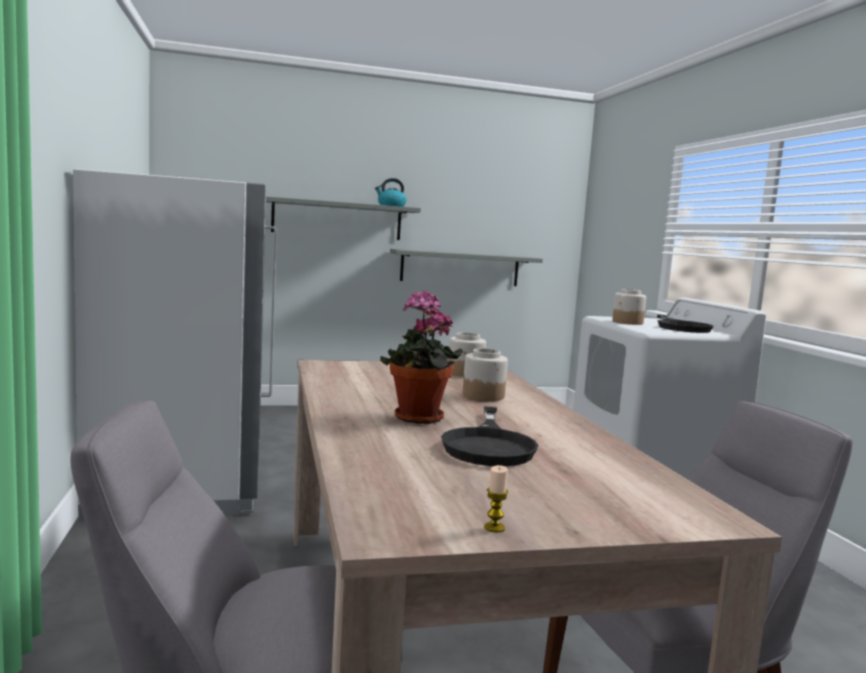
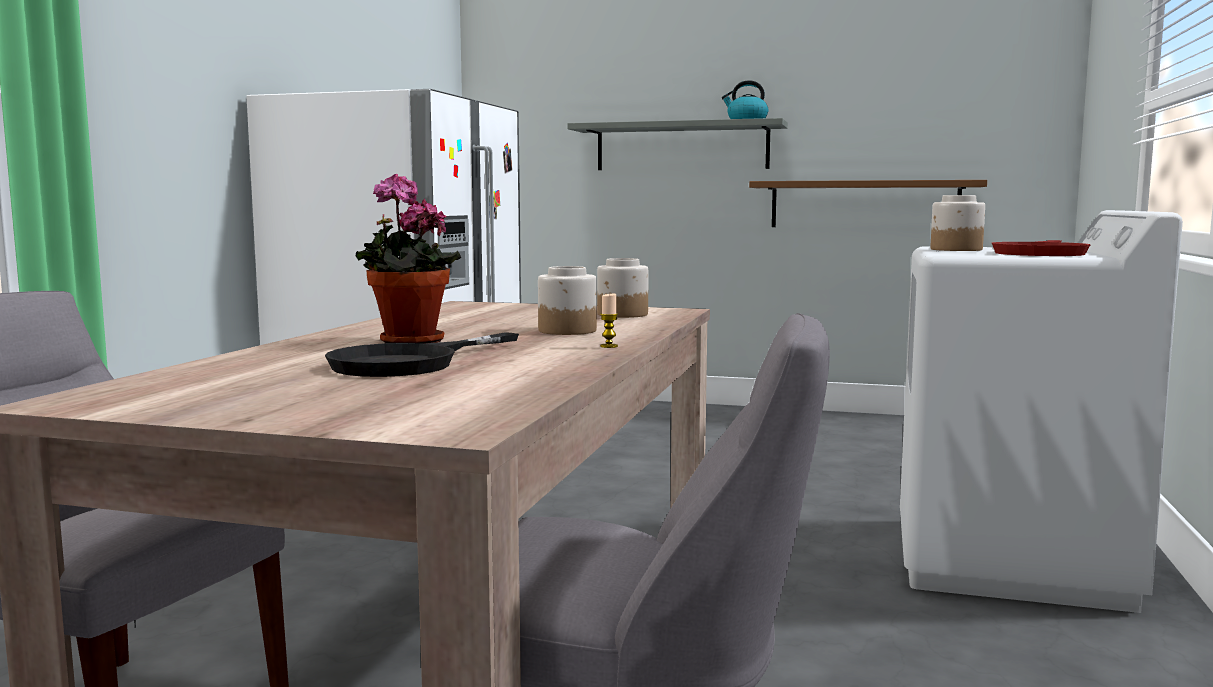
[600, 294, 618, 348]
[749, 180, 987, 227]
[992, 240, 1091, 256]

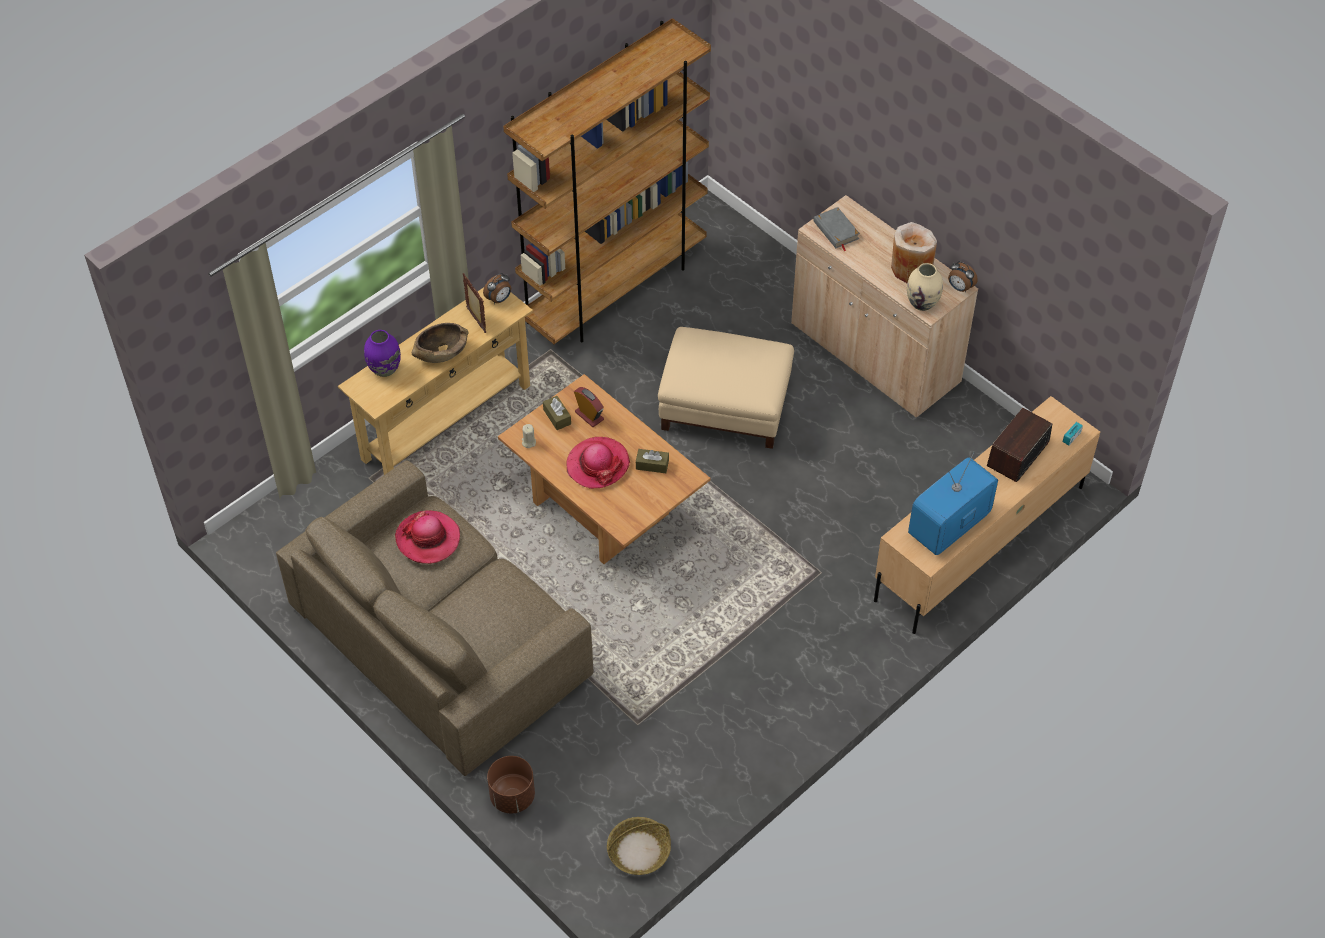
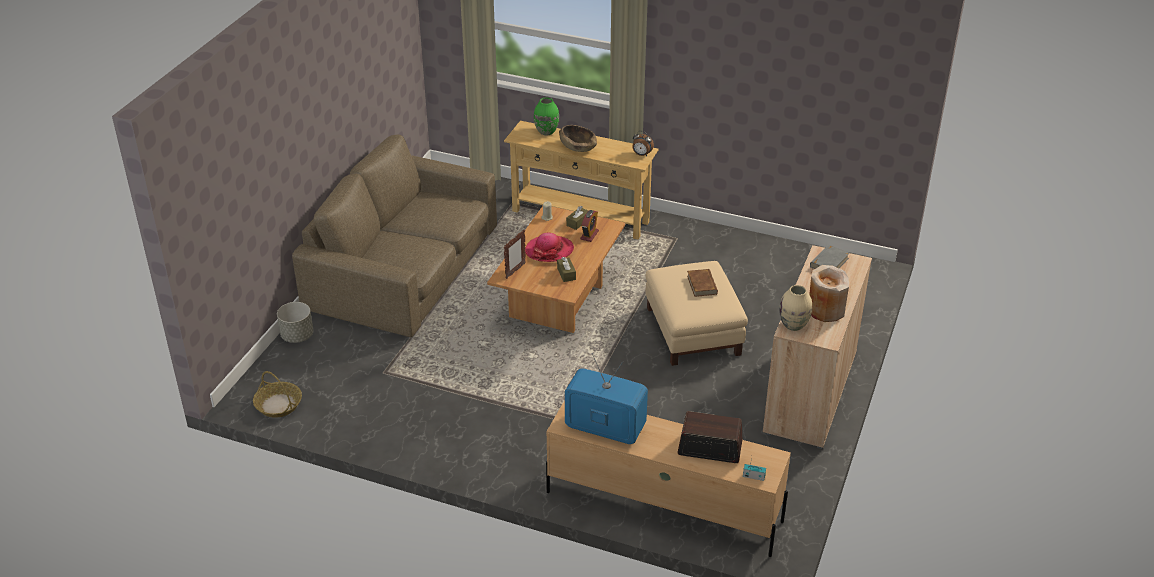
[277, 302, 313, 343]
[504, 229, 526, 279]
[534, 98, 559, 136]
[687, 269, 718, 297]
[395, 510, 460, 564] (first image)
[503, 18, 711, 344] (first image)
[948, 261, 978, 292] (first image)

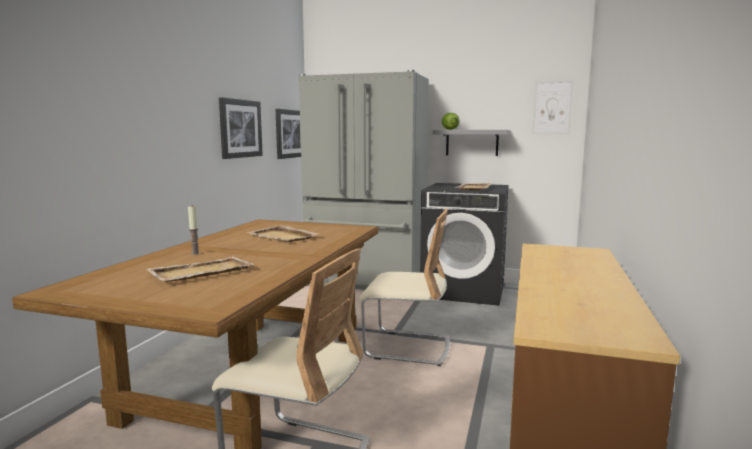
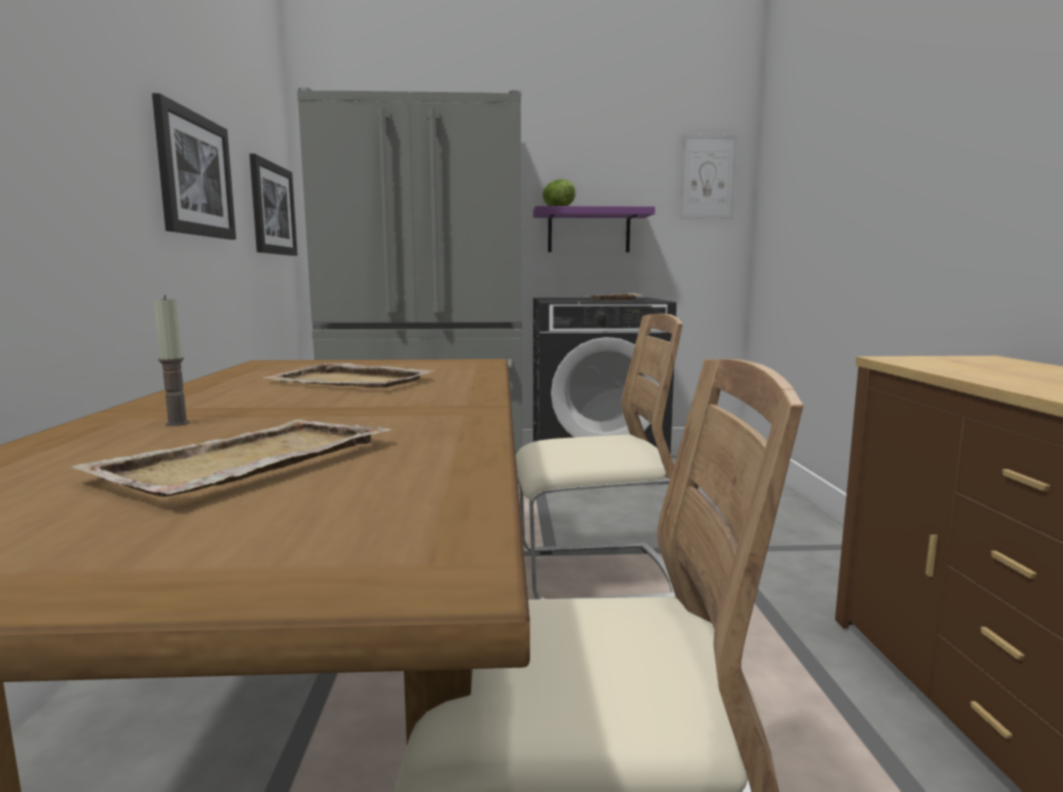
[533, 206, 655, 252]

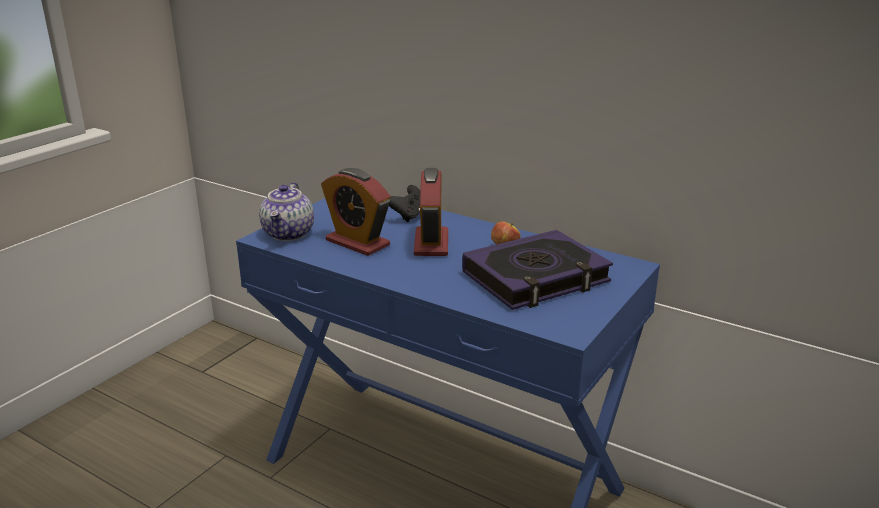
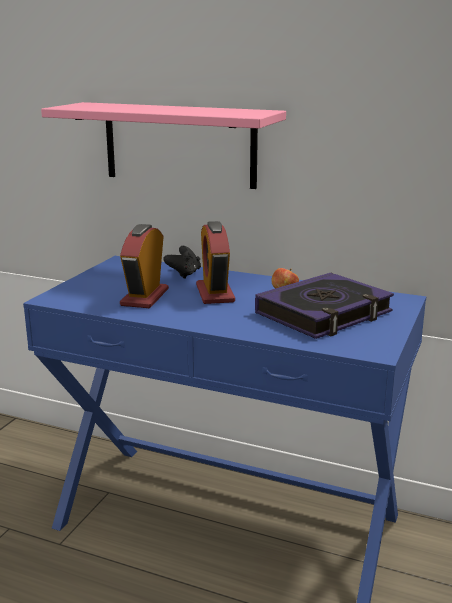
[41, 102, 286, 189]
[120, 224, 169, 308]
[259, 182, 314, 241] (first image)

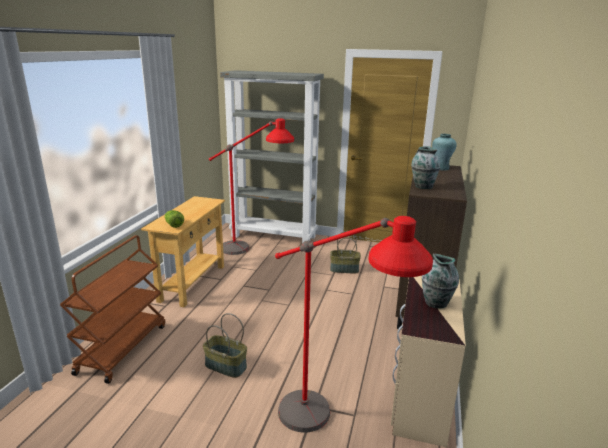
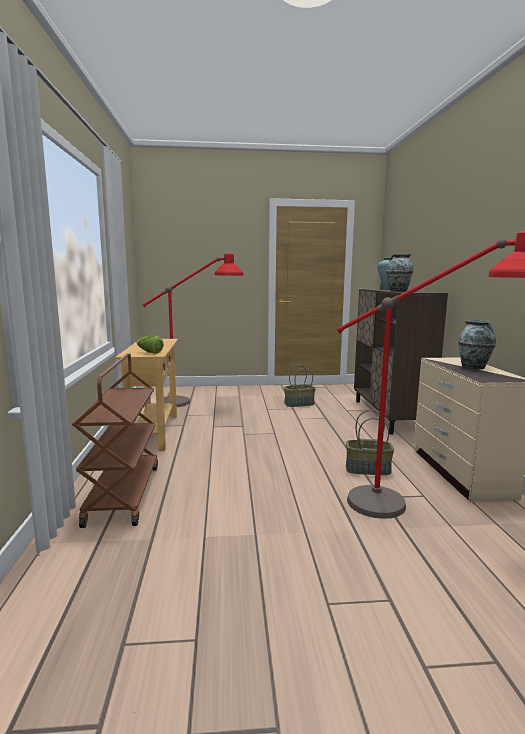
[346, 410, 394, 475]
[220, 70, 324, 243] (first image)

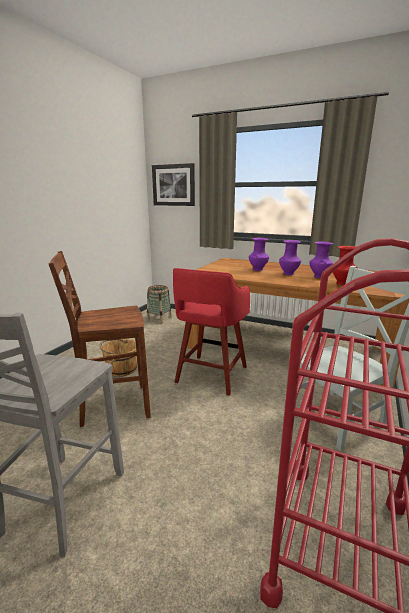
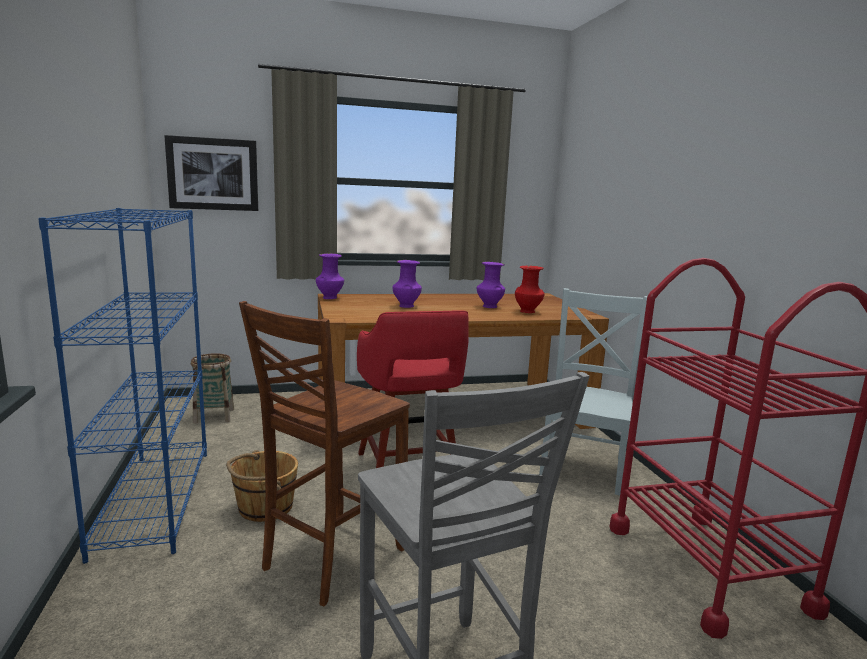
[38, 208, 207, 564]
[316, 253, 344, 299]

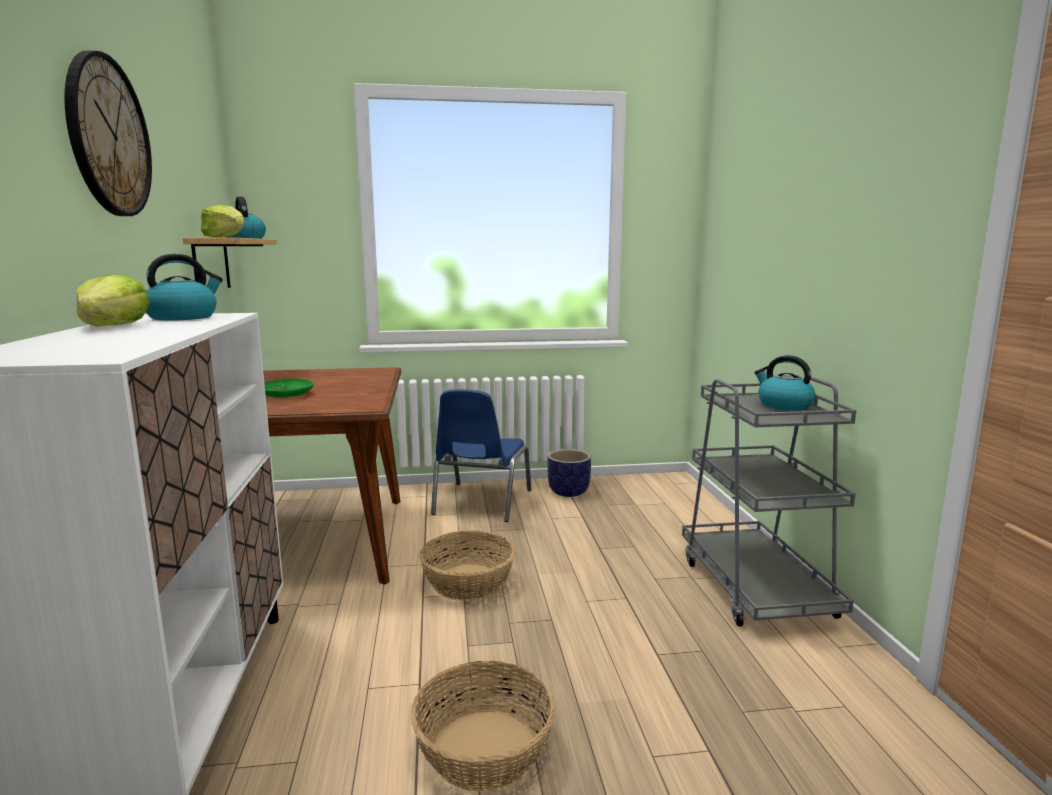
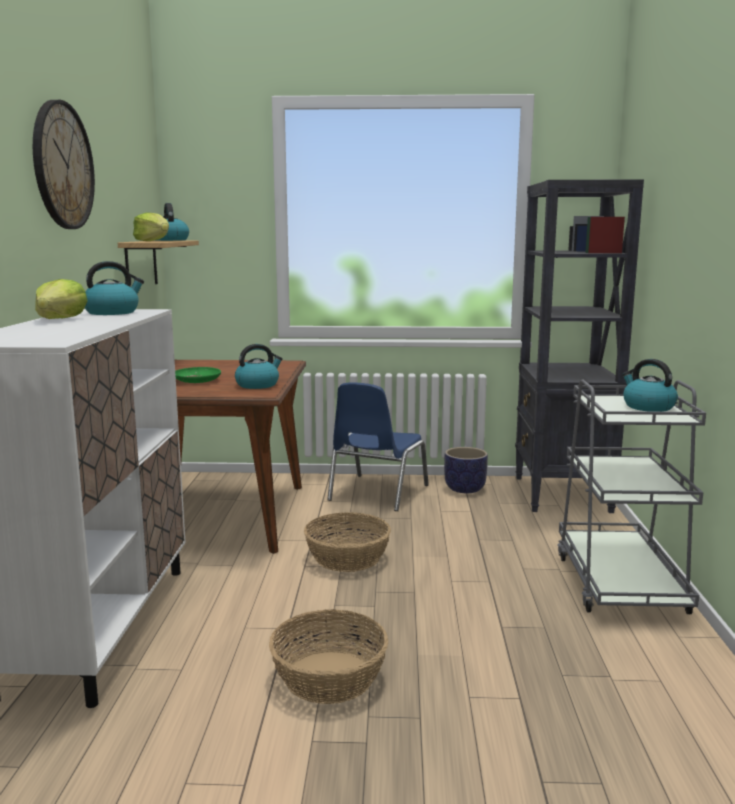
[235, 344, 283, 389]
[515, 180, 644, 513]

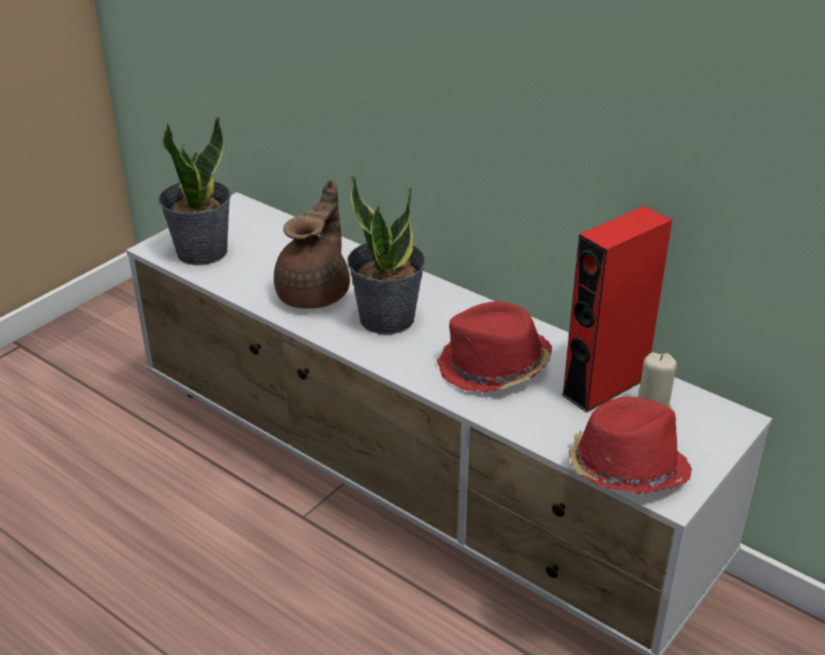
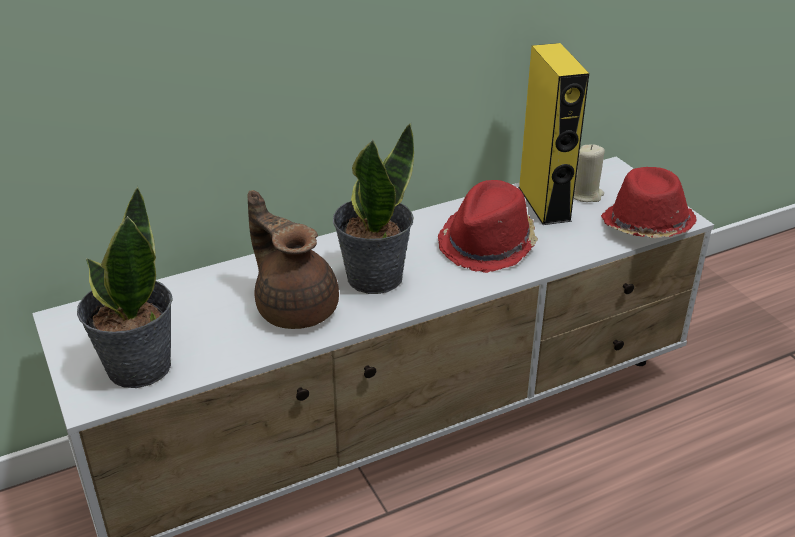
[518, 43, 589, 225]

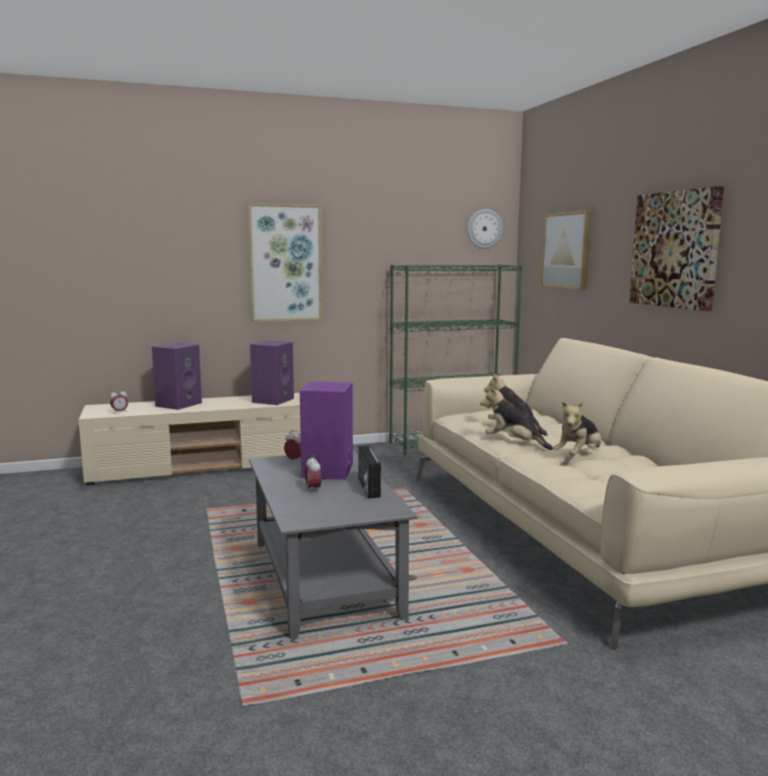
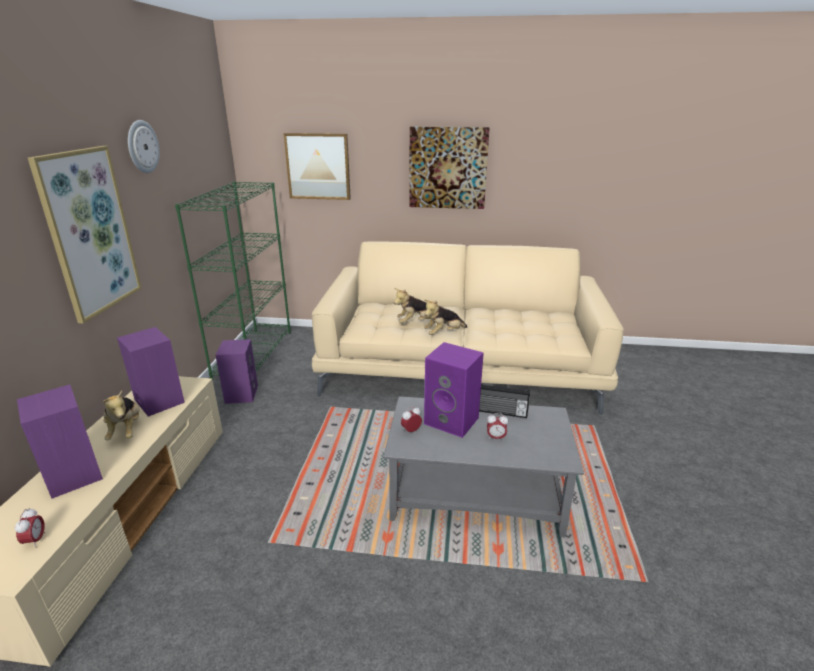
[103, 391, 140, 440]
[128, 120, 160, 173]
[216, 339, 258, 404]

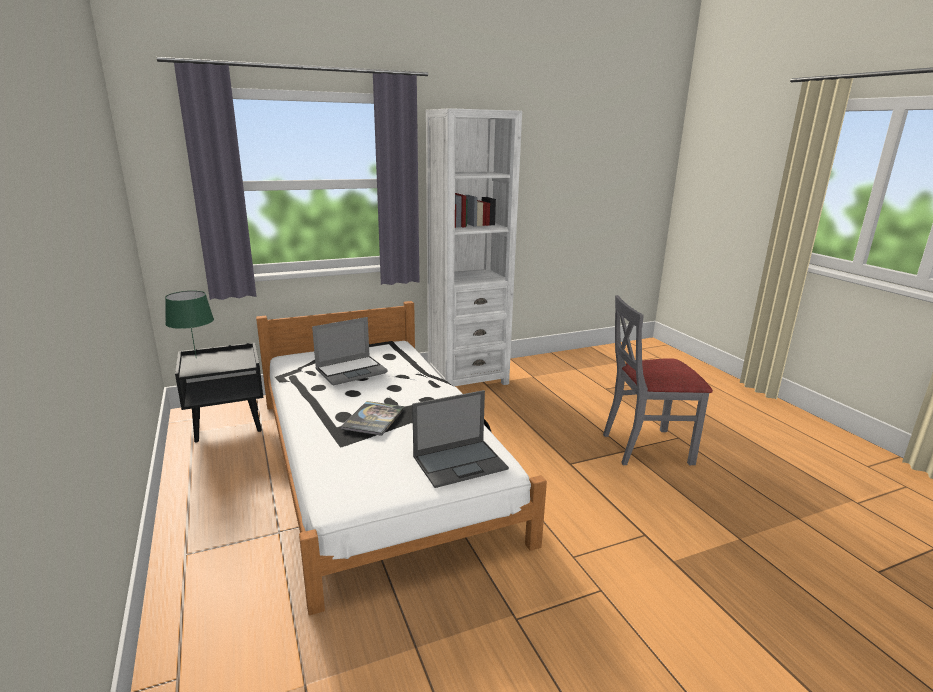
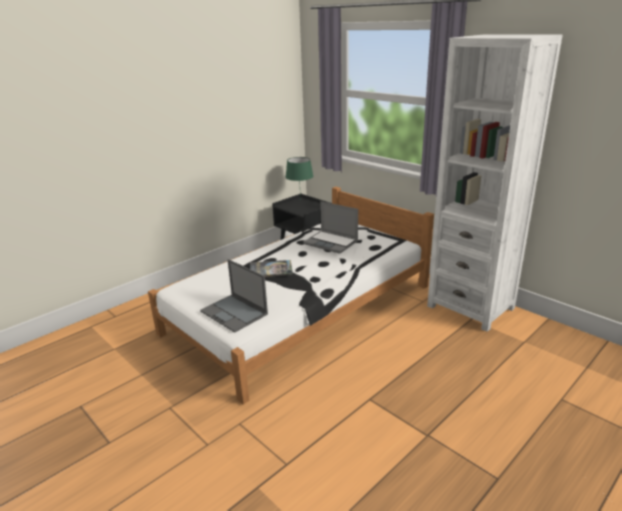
[603, 295, 713, 465] (first image)

